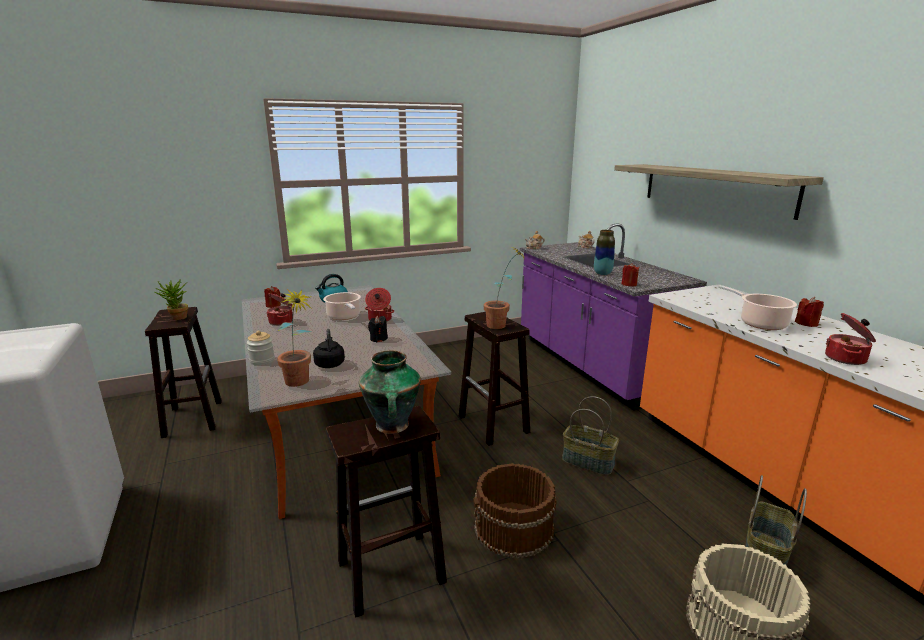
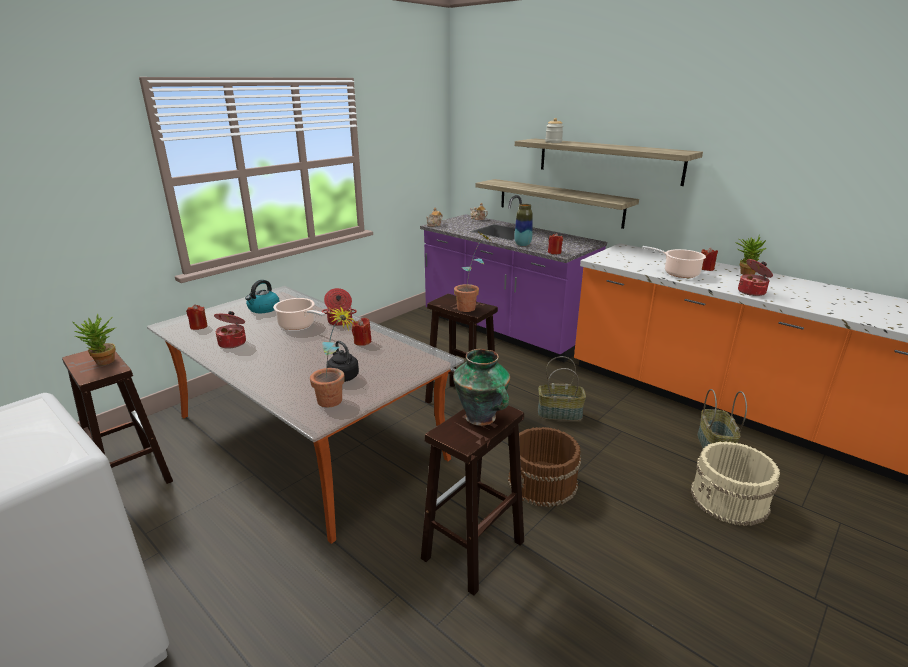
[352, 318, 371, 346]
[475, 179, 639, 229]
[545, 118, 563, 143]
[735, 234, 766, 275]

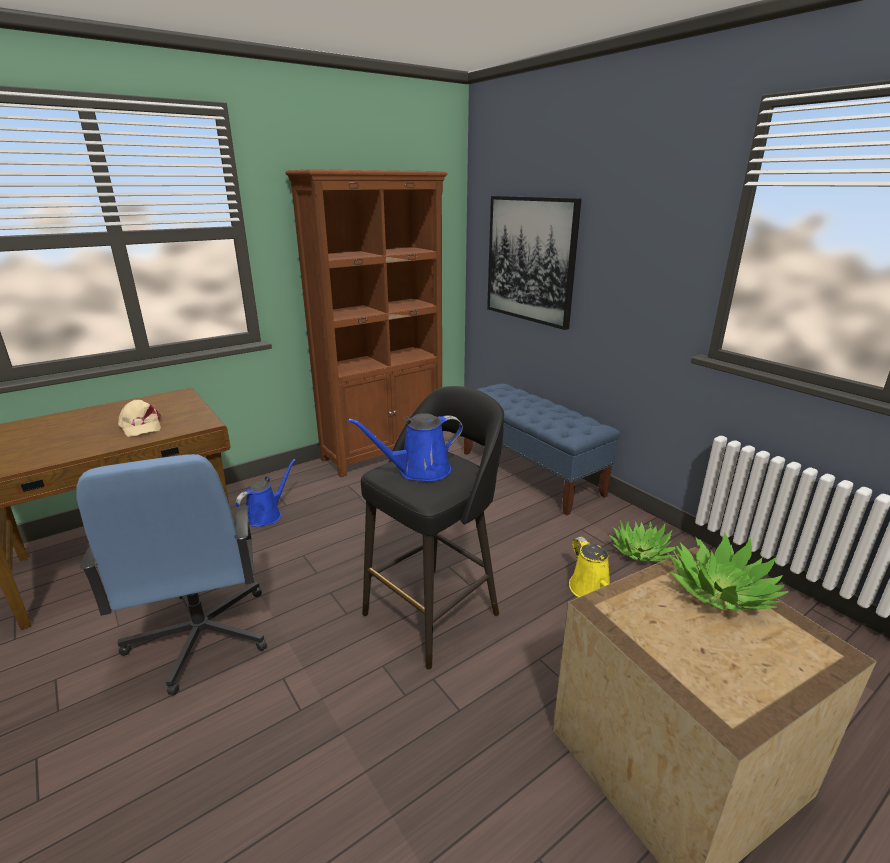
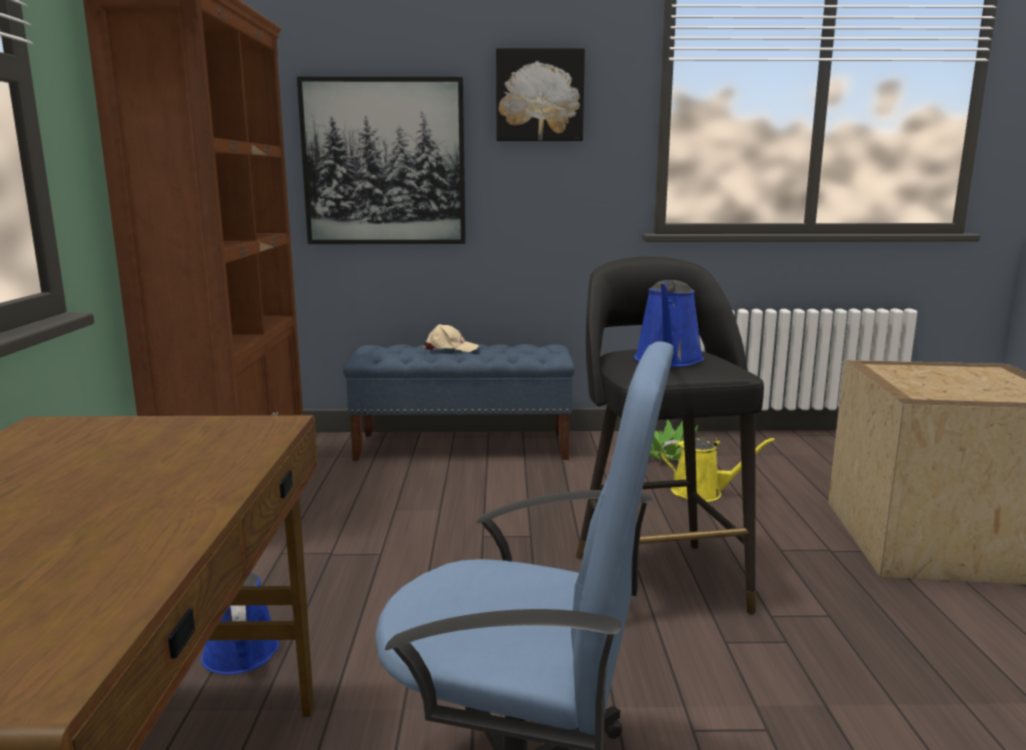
[423, 324, 479, 352]
[496, 48, 585, 141]
[667, 532, 789, 612] (first image)

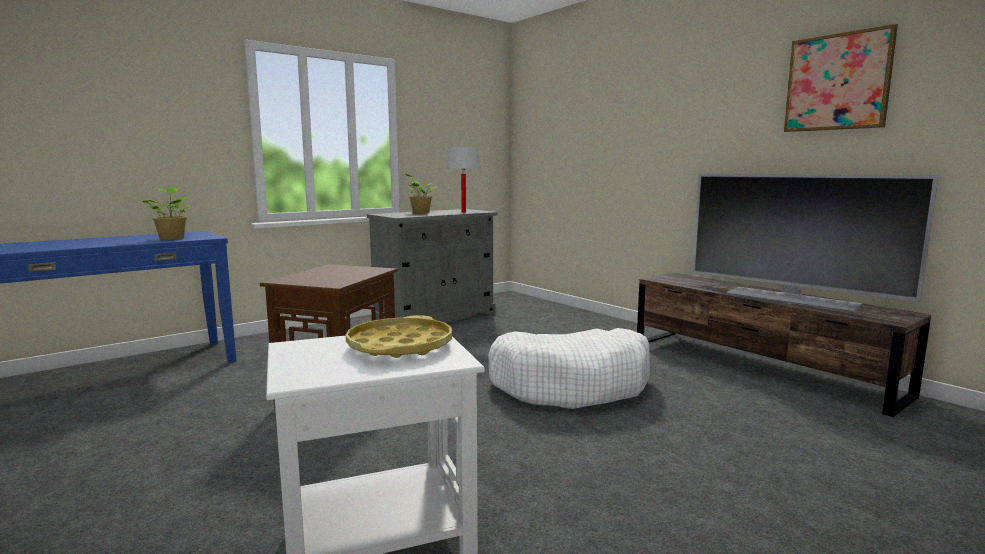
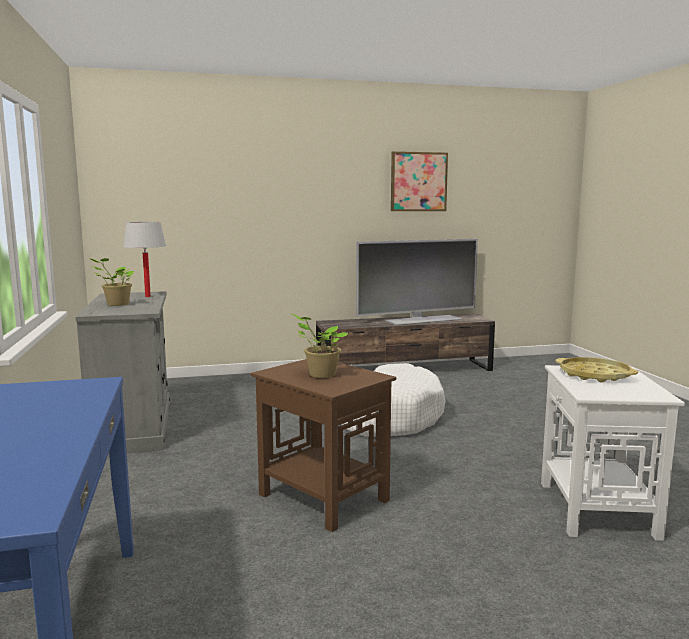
[292, 314, 348, 378]

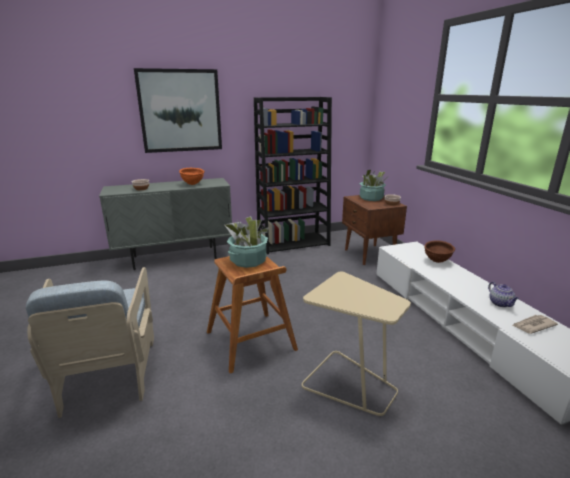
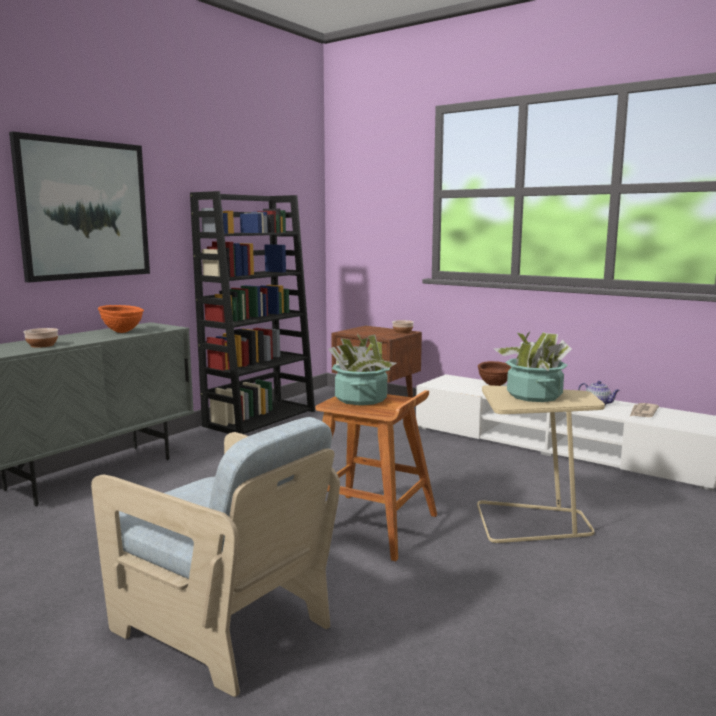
[494, 332, 572, 402]

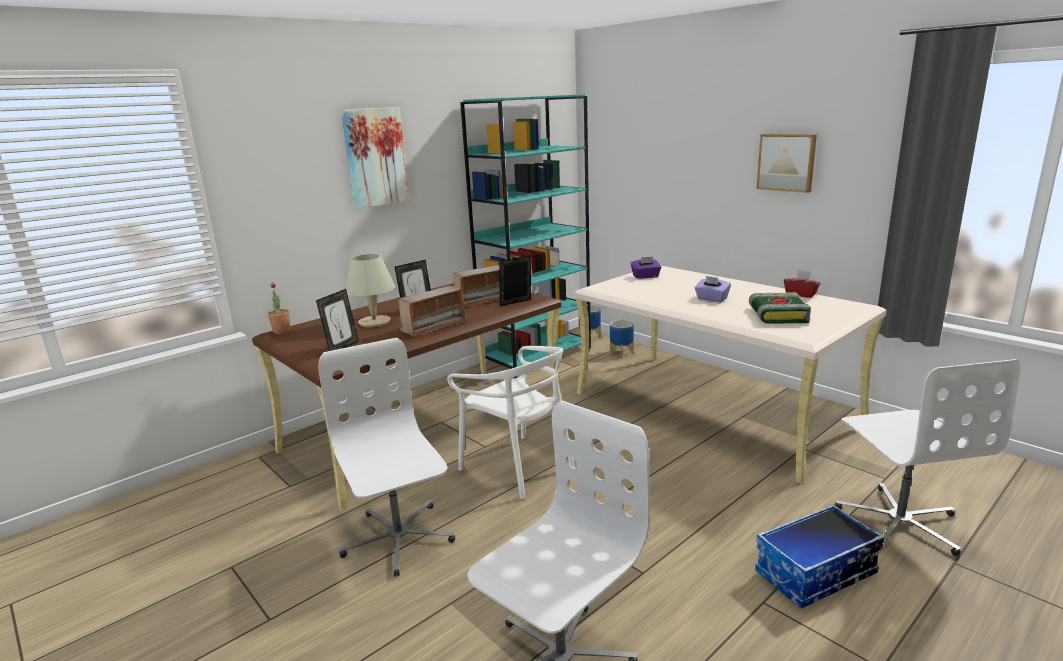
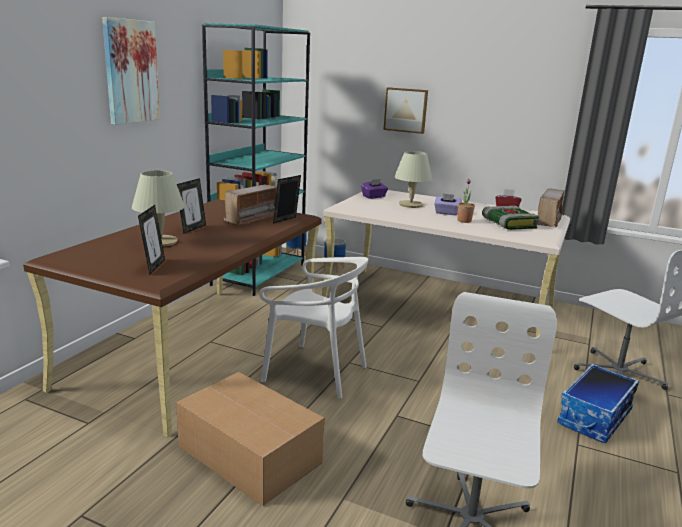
[176, 372, 324, 506]
[383, 87, 428, 134]
[394, 151, 432, 208]
[457, 179, 475, 223]
[537, 189, 565, 228]

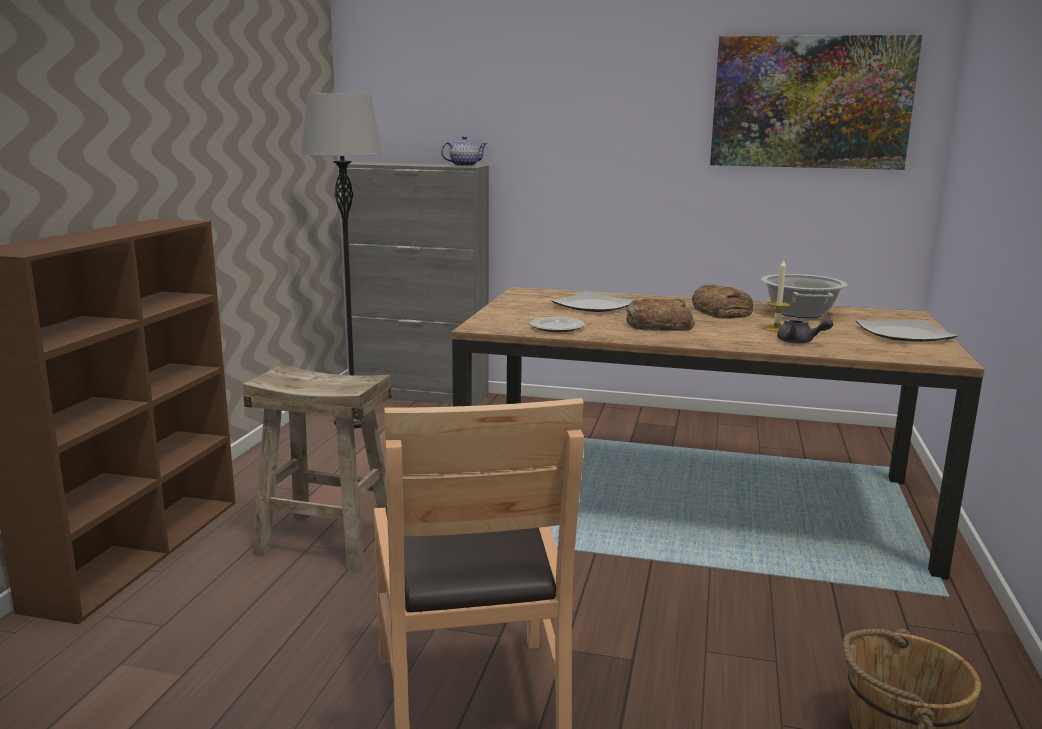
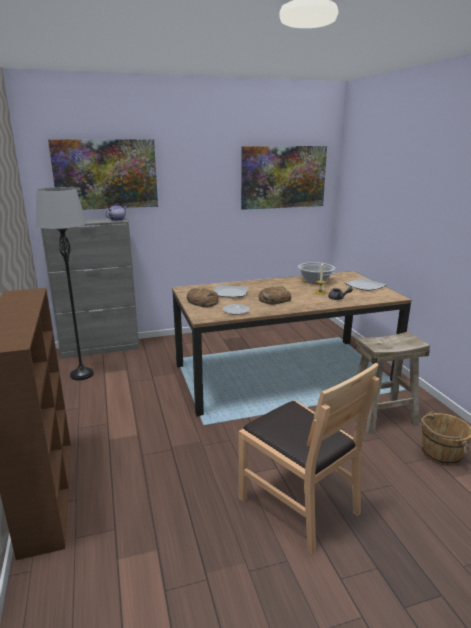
[48, 139, 158, 210]
[187, 288, 219, 308]
[355, 331, 430, 434]

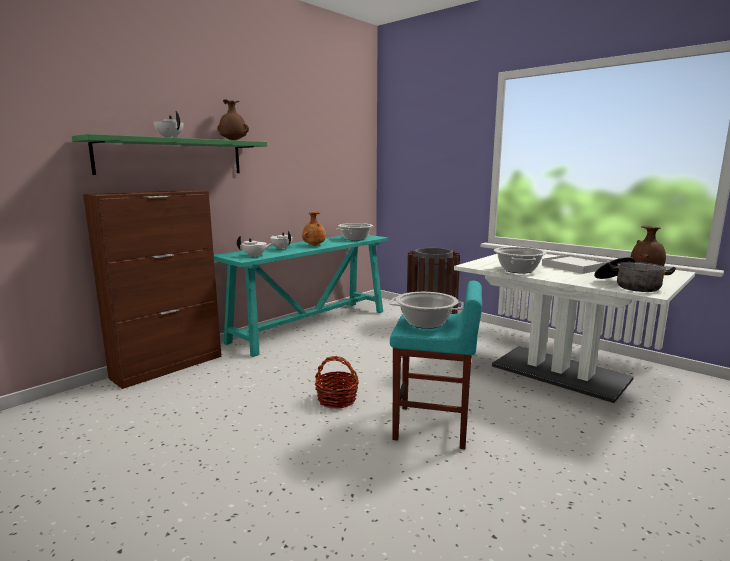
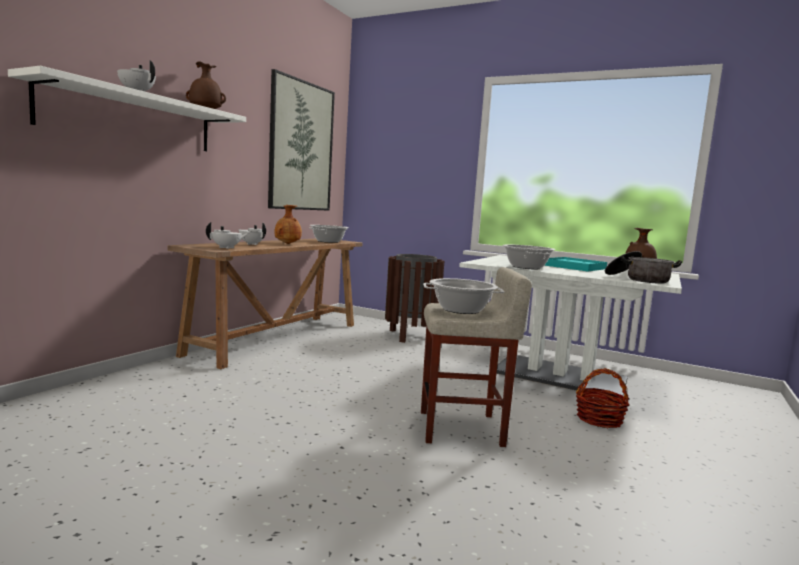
[8, 66, 246, 151]
[167, 239, 363, 369]
[268, 69, 335, 211]
[421, 267, 532, 447]
[544, 257, 607, 271]
[576, 368, 629, 428]
[83, 190, 221, 389] (first image)

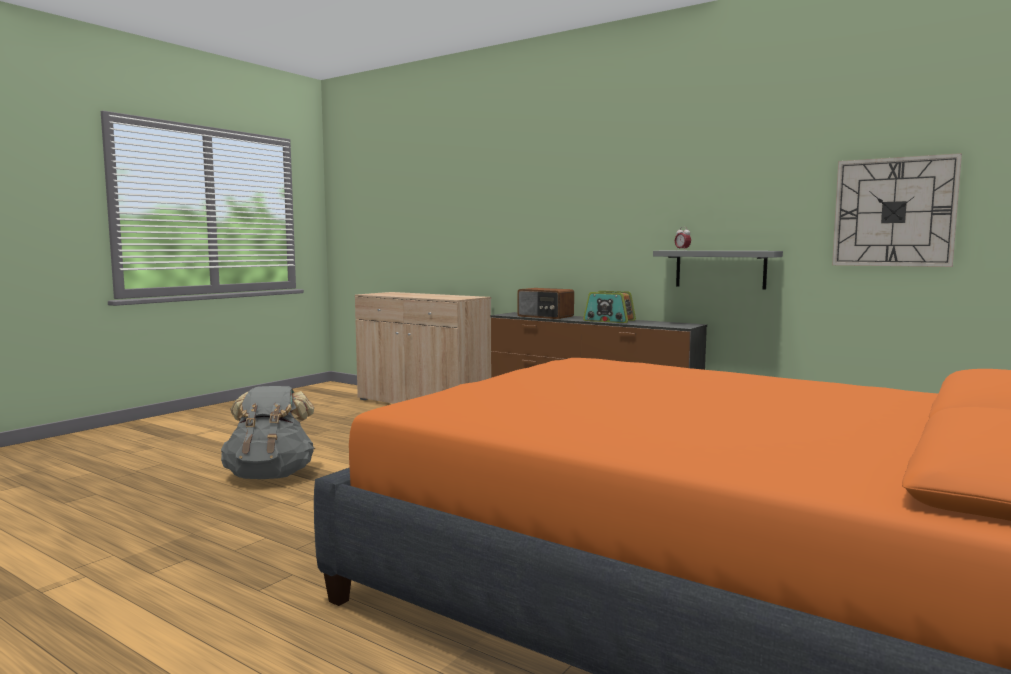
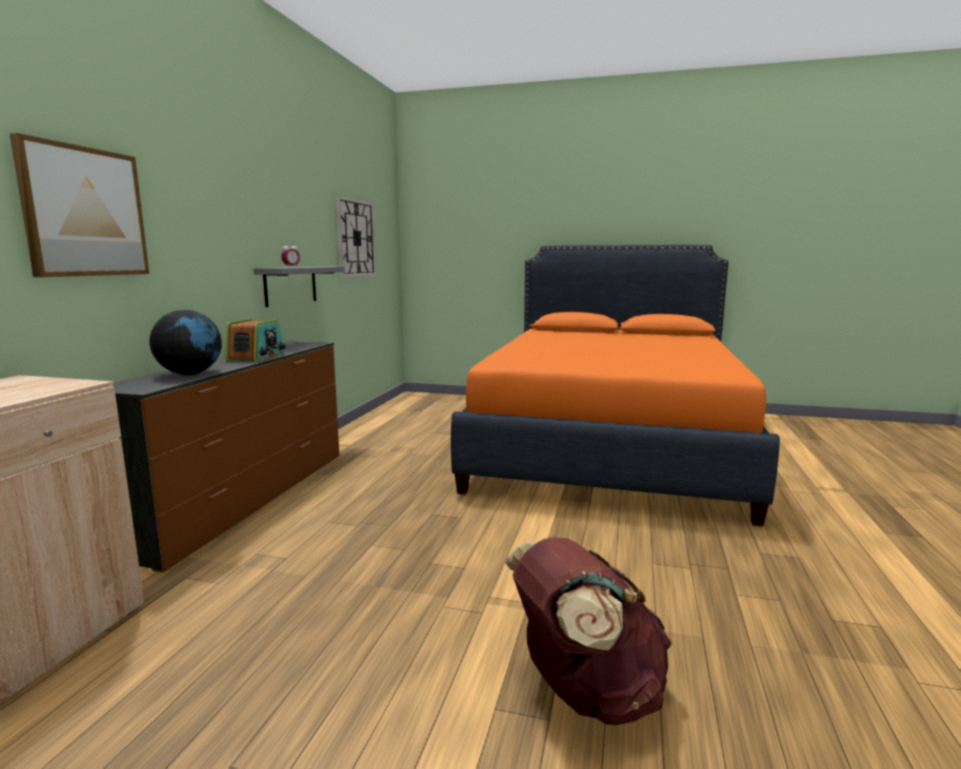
[10, 133, 149, 277]
[149, 310, 222, 375]
[505, 537, 672, 725]

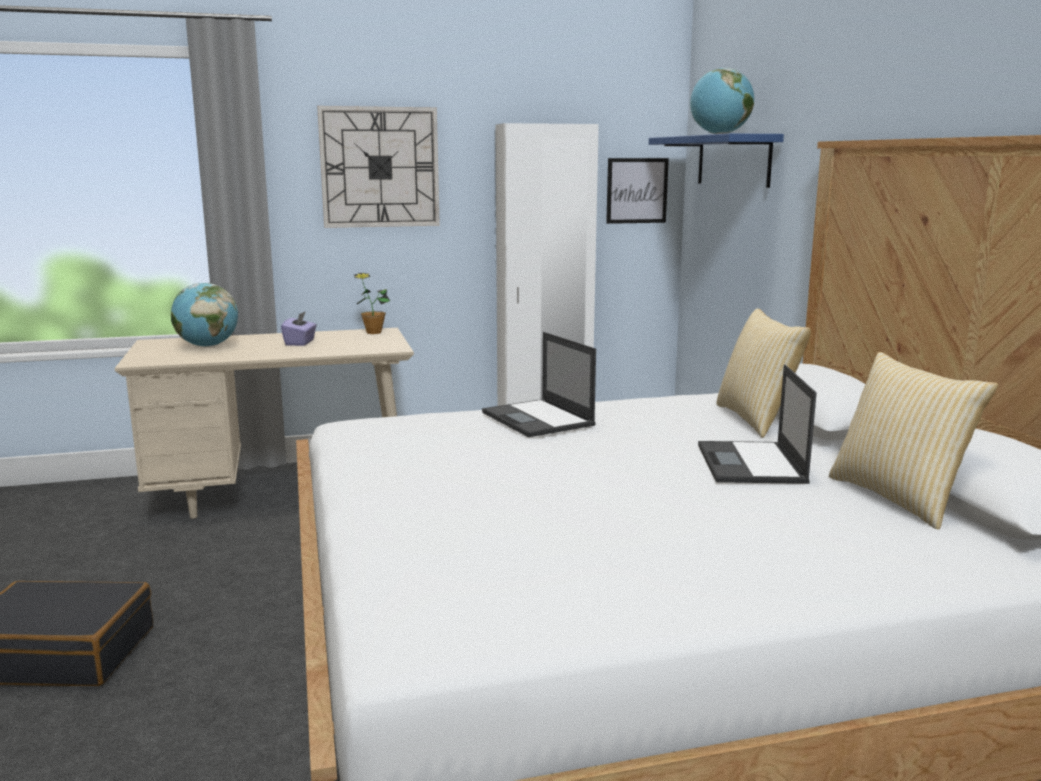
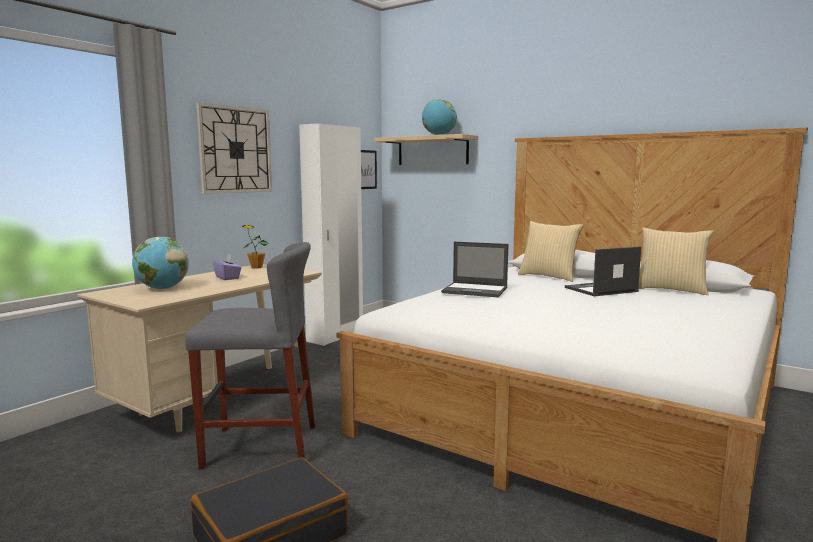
[185, 242, 315, 469]
[374, 134, 478, 165]
[565, 246, 641, 296]

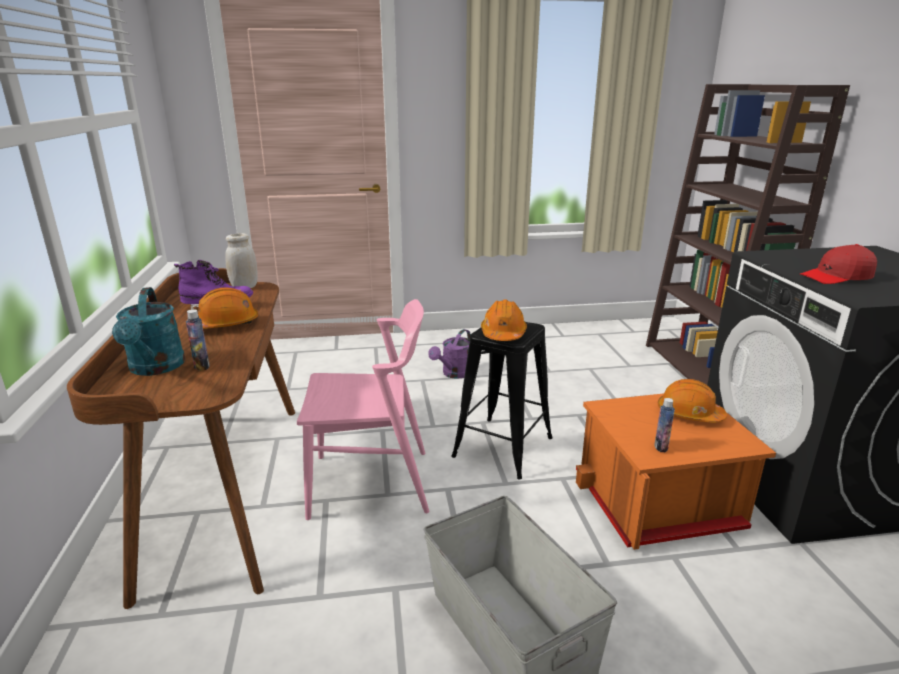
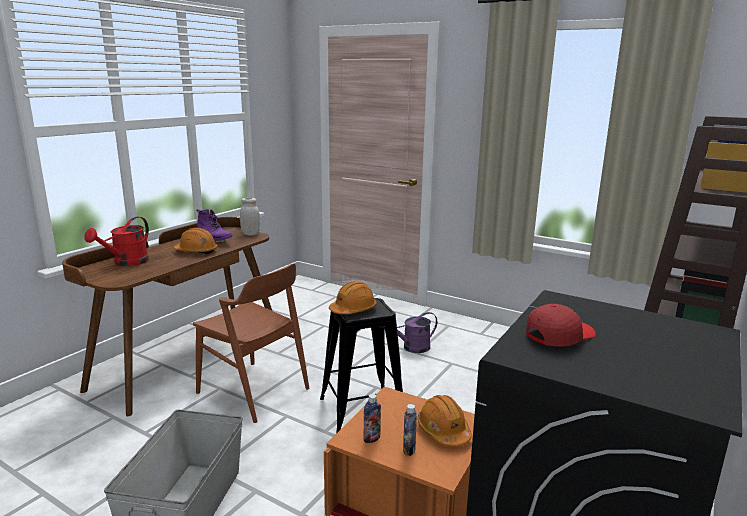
[84, 217, 149, 266]
[193, 264, 309, 423]
[403, 404, 417, 456]
[526, 304, 596, 347]

